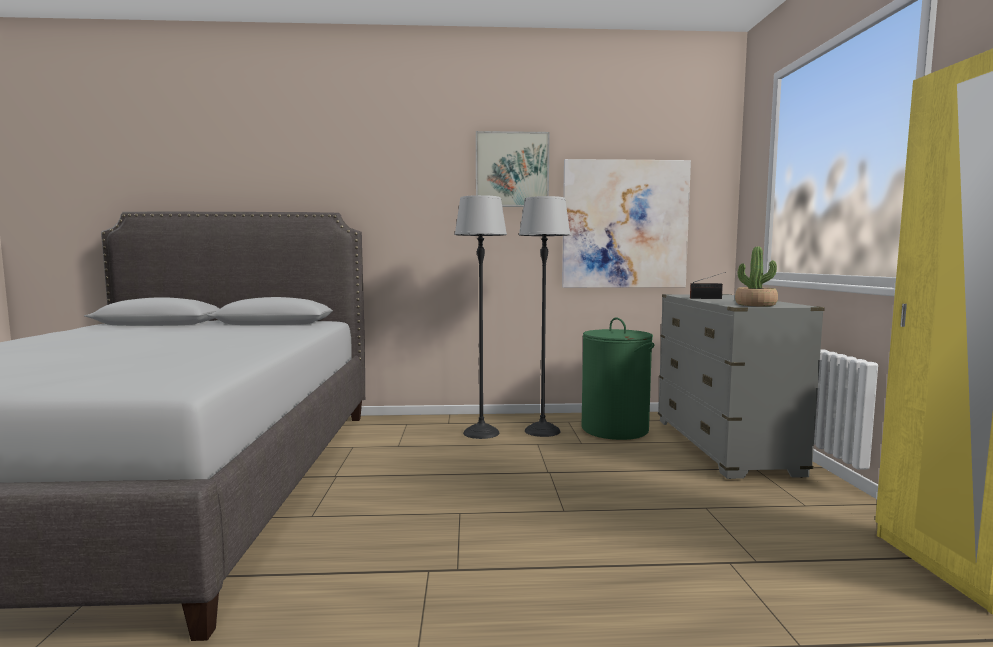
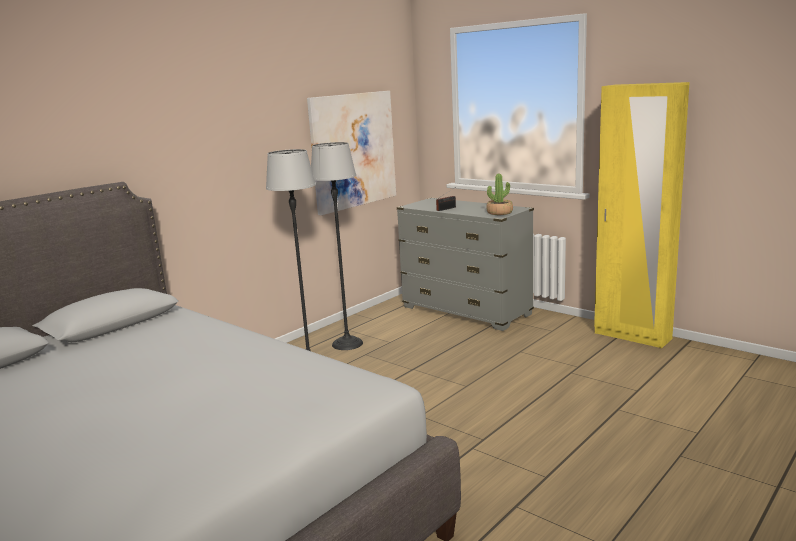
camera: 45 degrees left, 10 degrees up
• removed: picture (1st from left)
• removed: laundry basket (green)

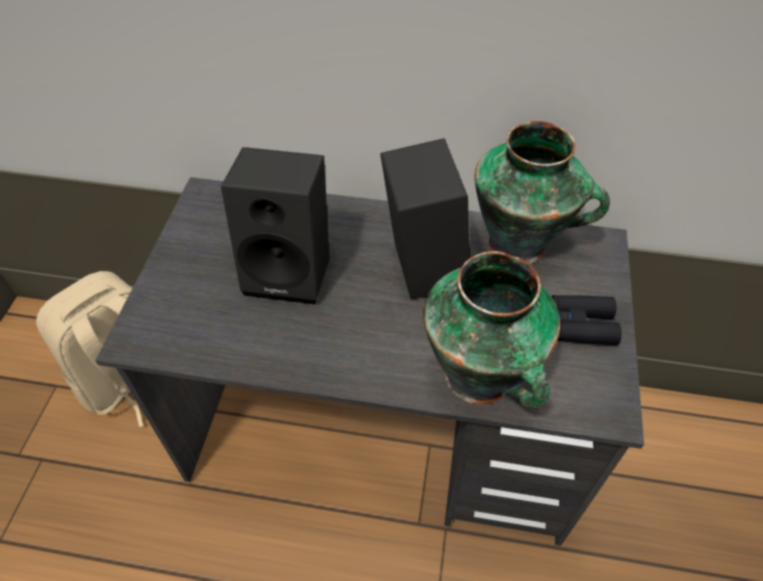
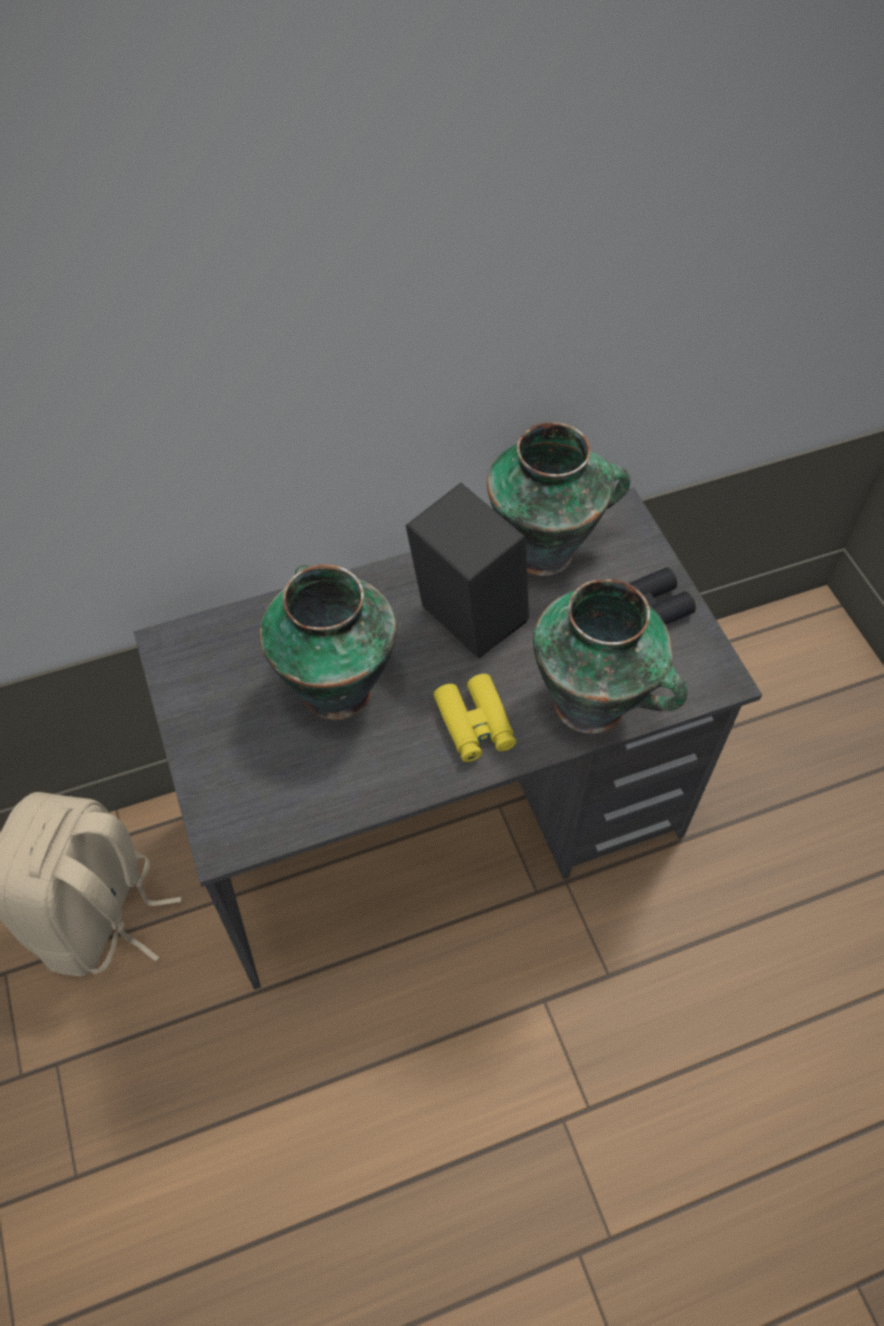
camera: 30 degrees left, 5 degrees up
• replaced: speaker (black) (1st from left) to vase (1st from left)
• added: binoculars (yellow)

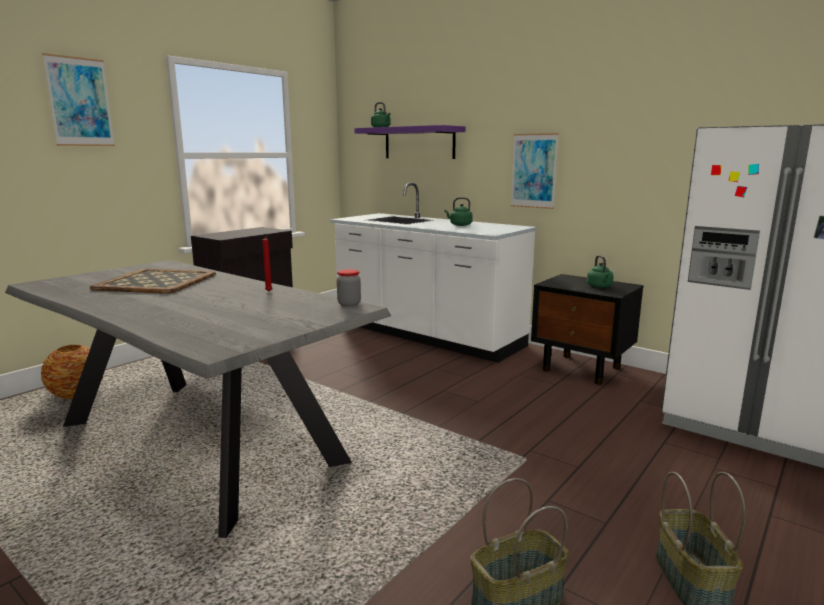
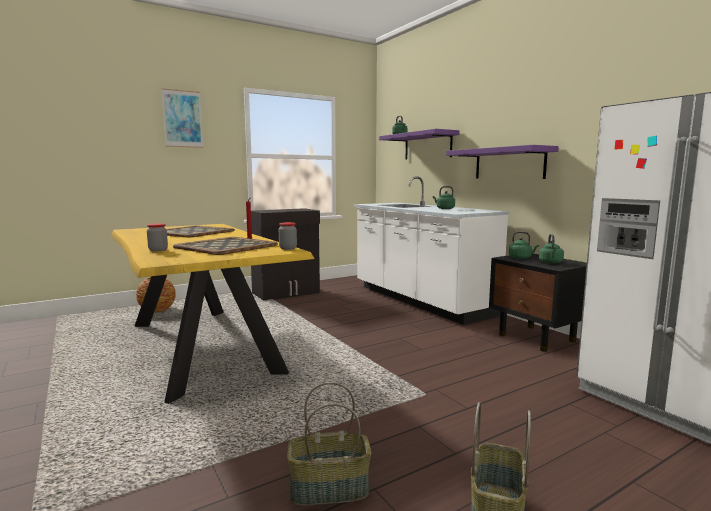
camera: 20 degrees right, 5 degrees down
• recoloured: dining table (grey) to dining table (yellow)
• replaced: picture (2nd from left) to shelf (purple) (2nd from left)
• added: jar (1st from left)
• added: tray (2nd from left)
• added: kettle (green) (3rd from left)

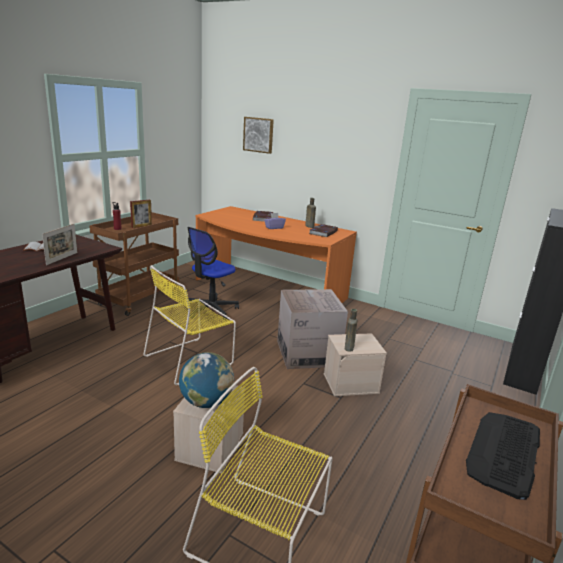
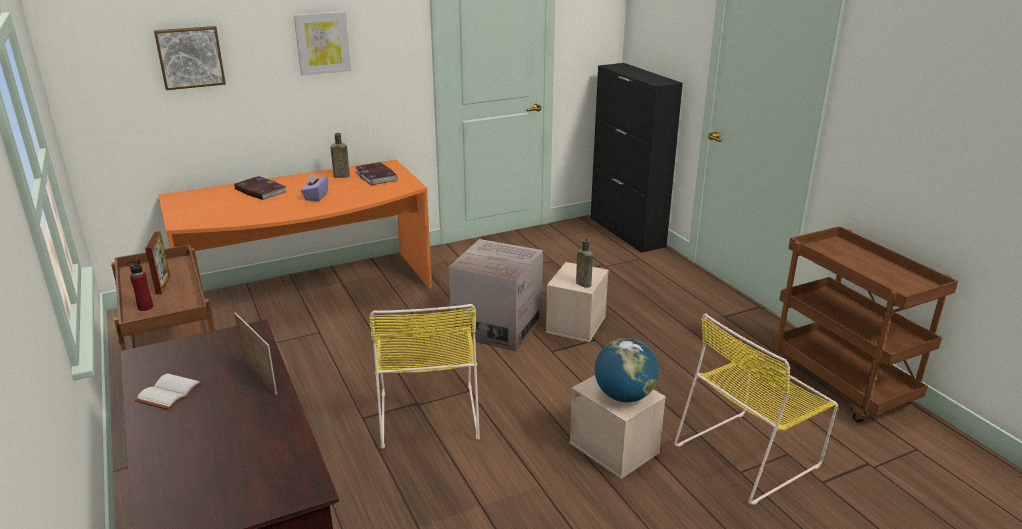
camera: 55 degrees left, 5 degrees up
• removed: office chair
• removed: keyboard
• added: picture (2nd from left)

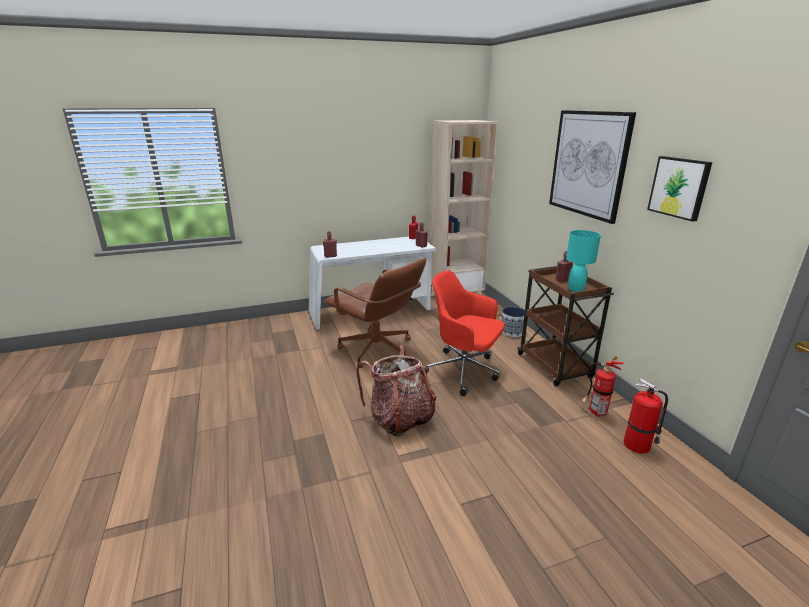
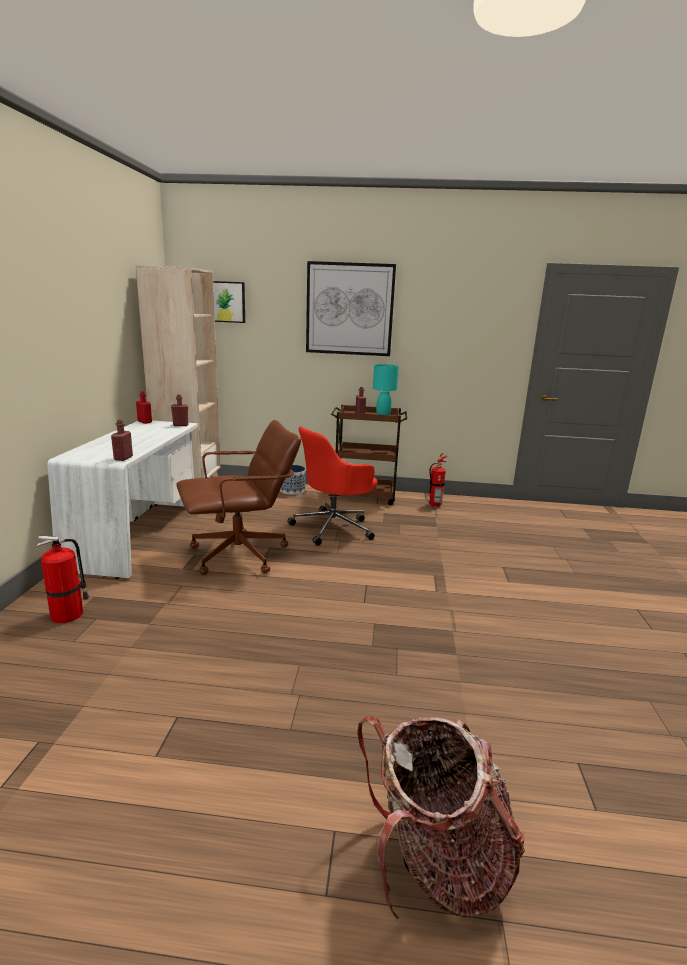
camera: 65 degrees left, 5 degrees down
• moved: backpack
• moved: fire extinguisher (2nd from left in the first image) to fire extinguisher (1st from left)
• moved: picture (2nd from left in the first image) to picture (1st from left)

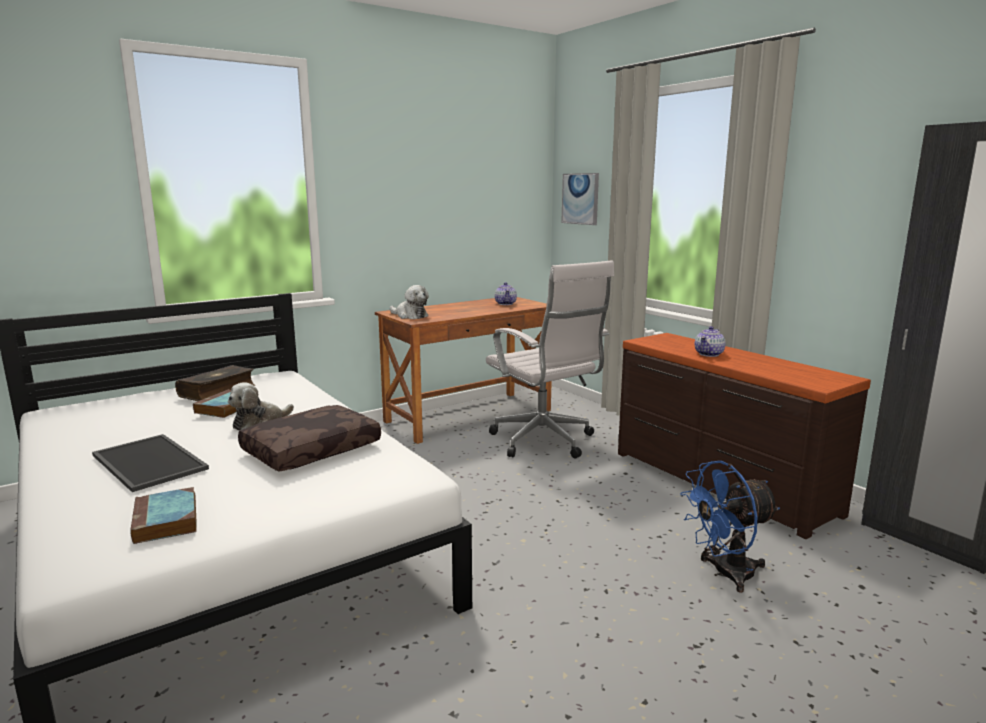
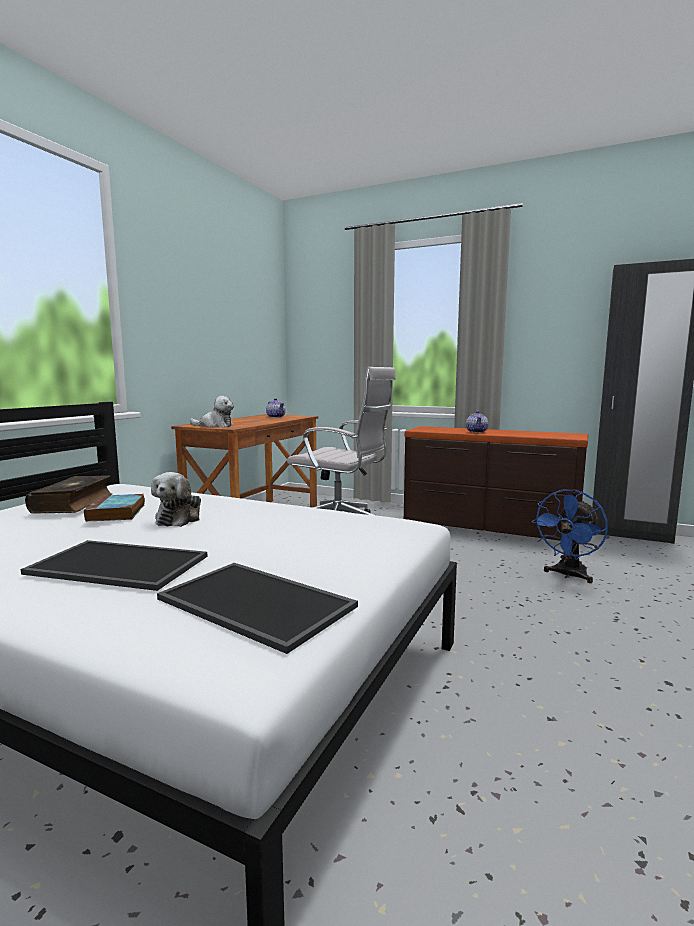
camera: 30 degrees left, 5 degrees down
• replaced: book (1st from left) to tray (2nd from left)
• removed: pillow (brown)
• removed: picture

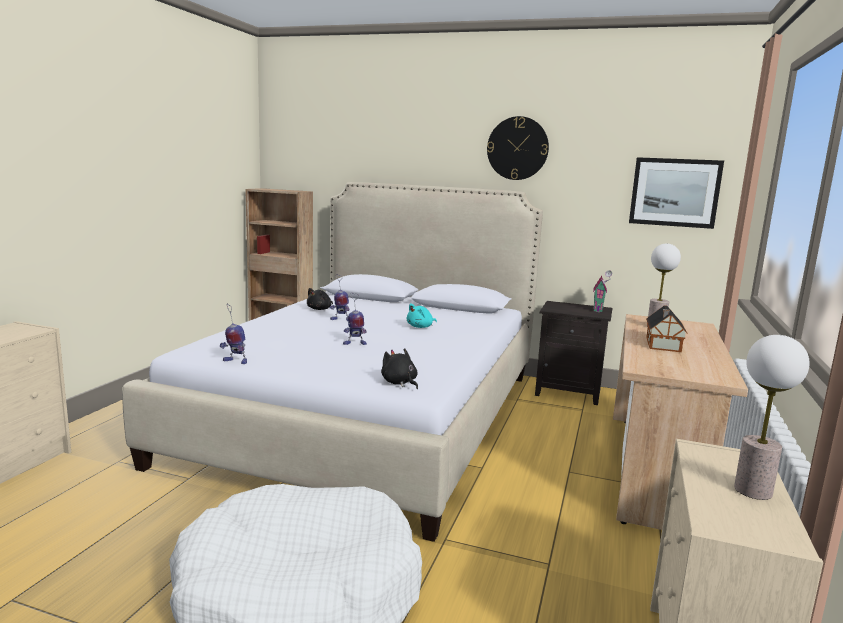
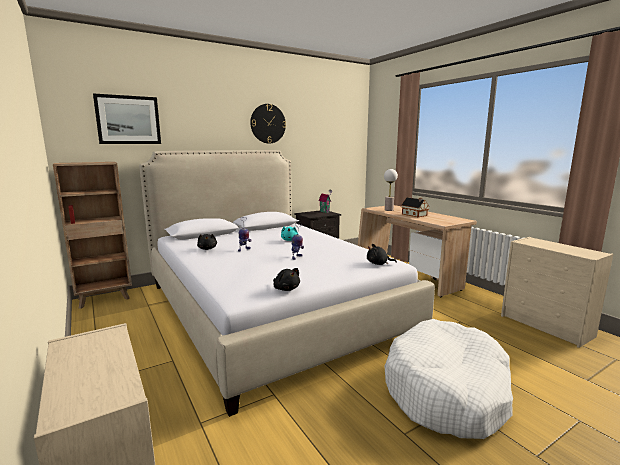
camera: 50 degrees left, 0 degrees up
• replaced: toy robot (1st from left) to plush toy (black) (2nd from left)
• moved: picture
• removed: table lamp (2nd from left)

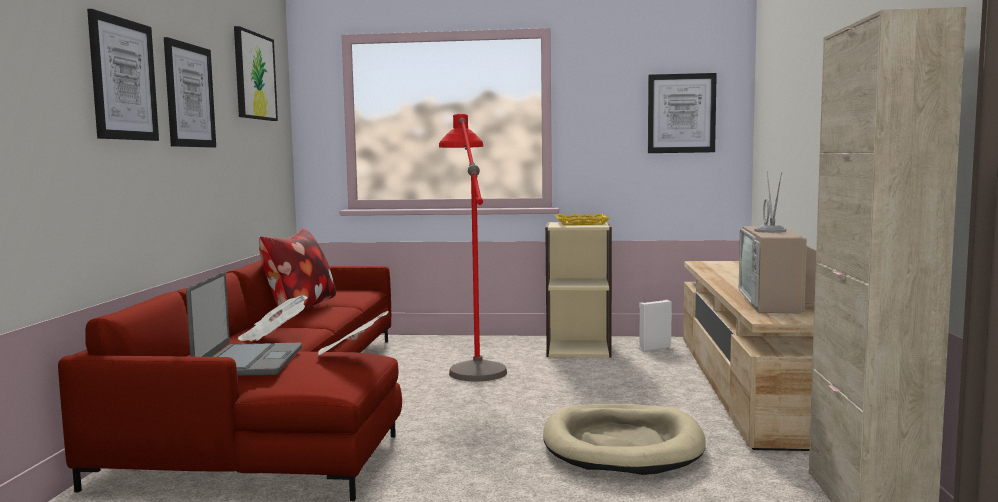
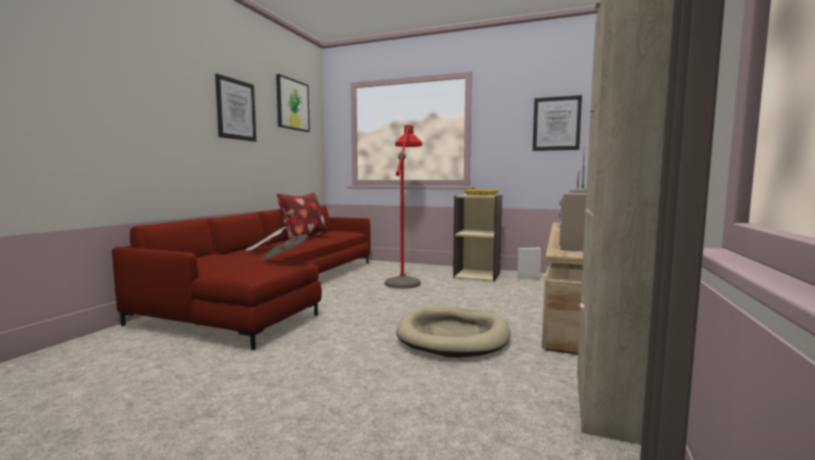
camera: 15 degrees right, 0 degrees up
• removed: picture (1st from left)
• removed: laptop

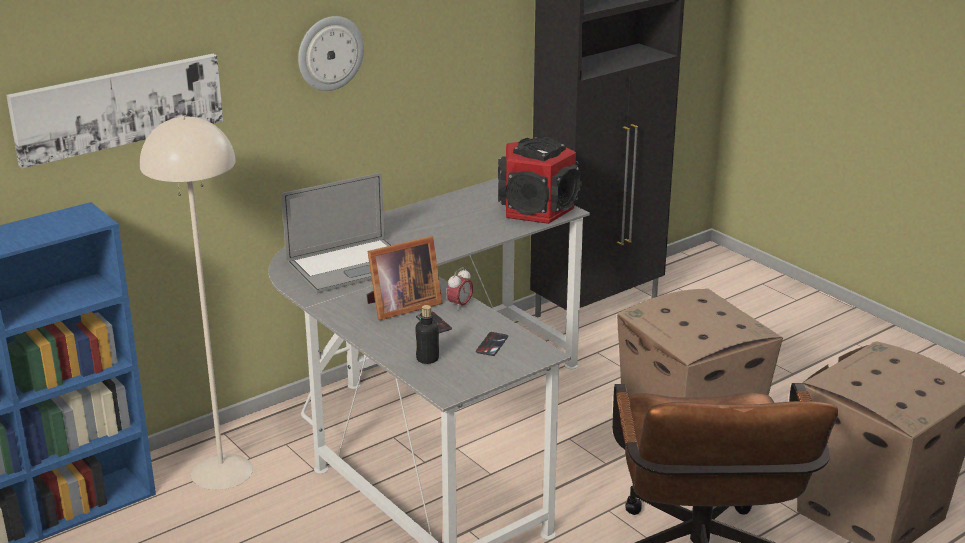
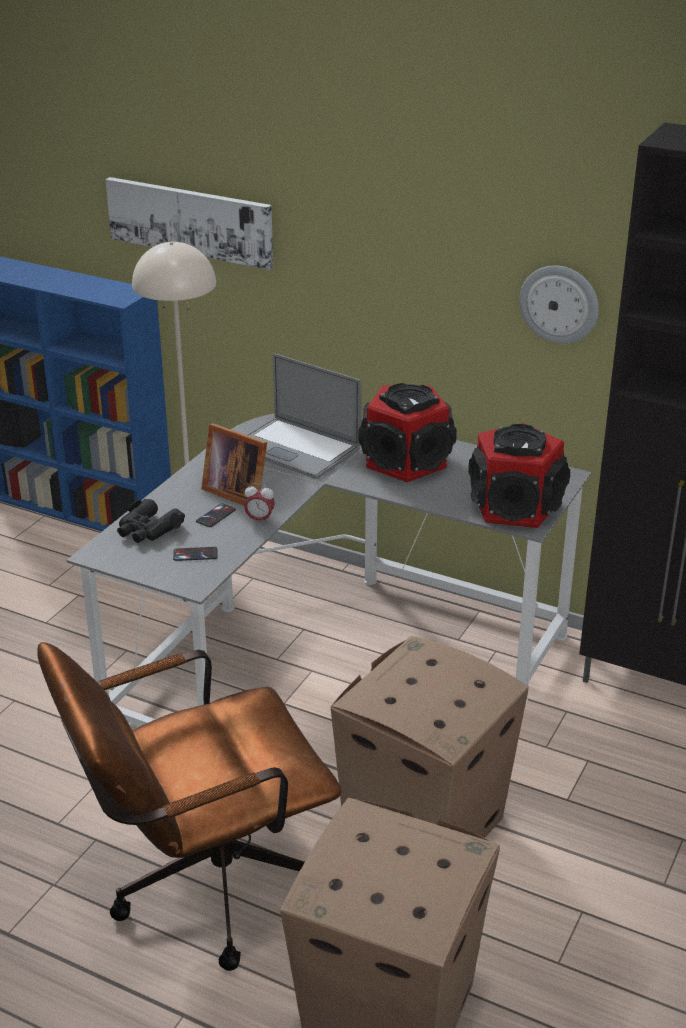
camera: 65 degrees right, 5 degrees up
• moved: wall clock
• replaced: bottle to binoculars (black)
• added: speaker (1st from left)

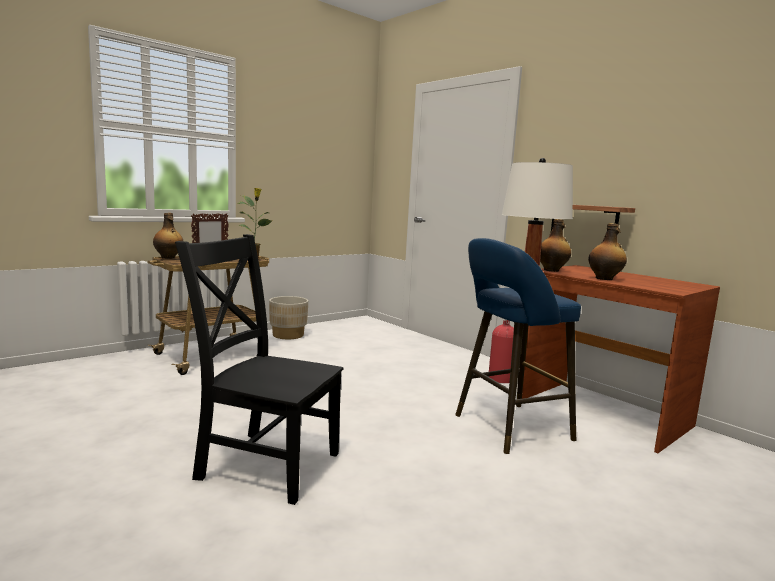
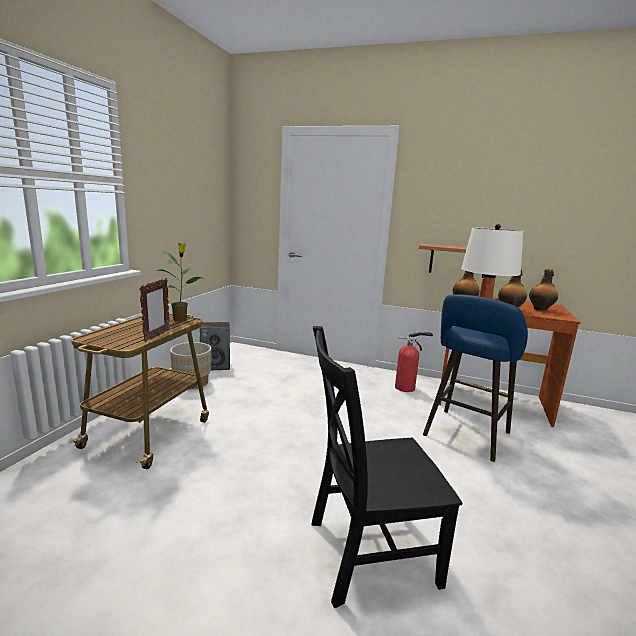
camera: 30 degrees left, 5 degrees up
• moved: bottle (1st from left in the first image) to bottle (3rd from left)
• added: speaker

